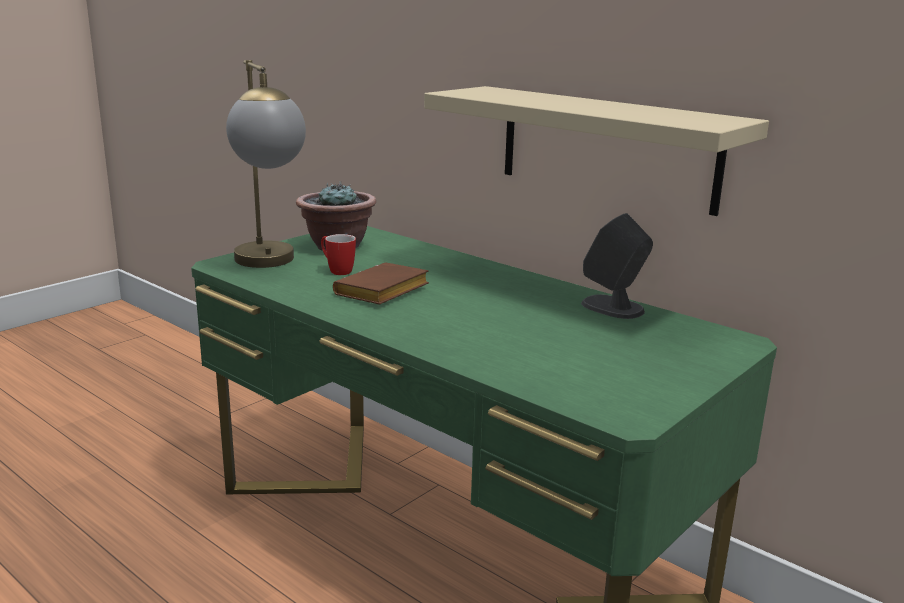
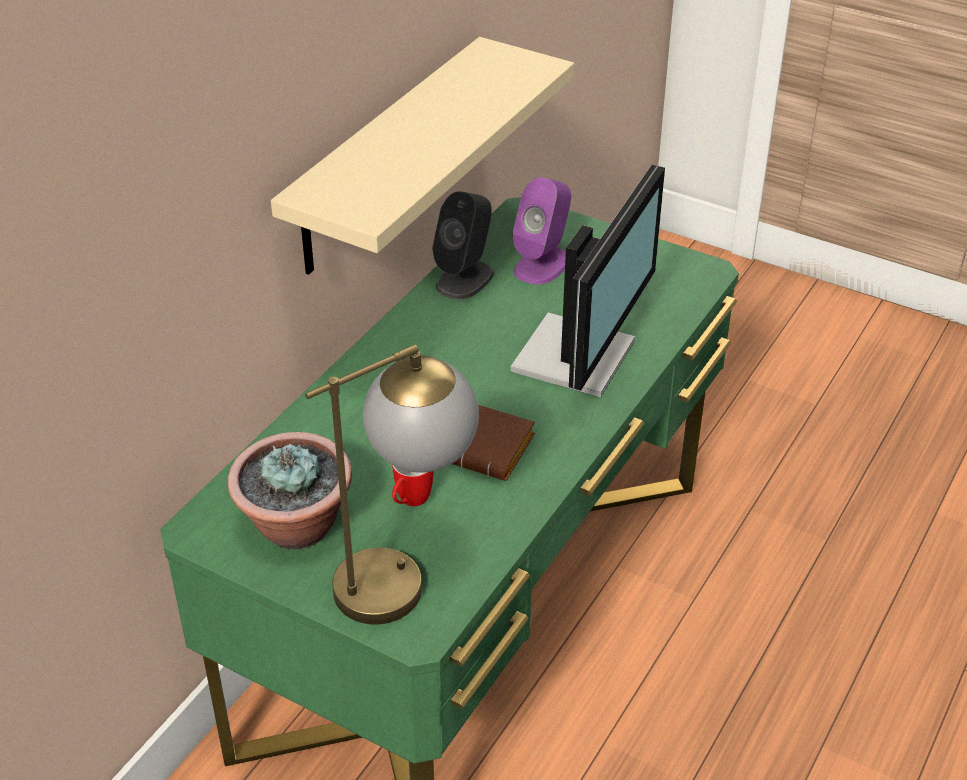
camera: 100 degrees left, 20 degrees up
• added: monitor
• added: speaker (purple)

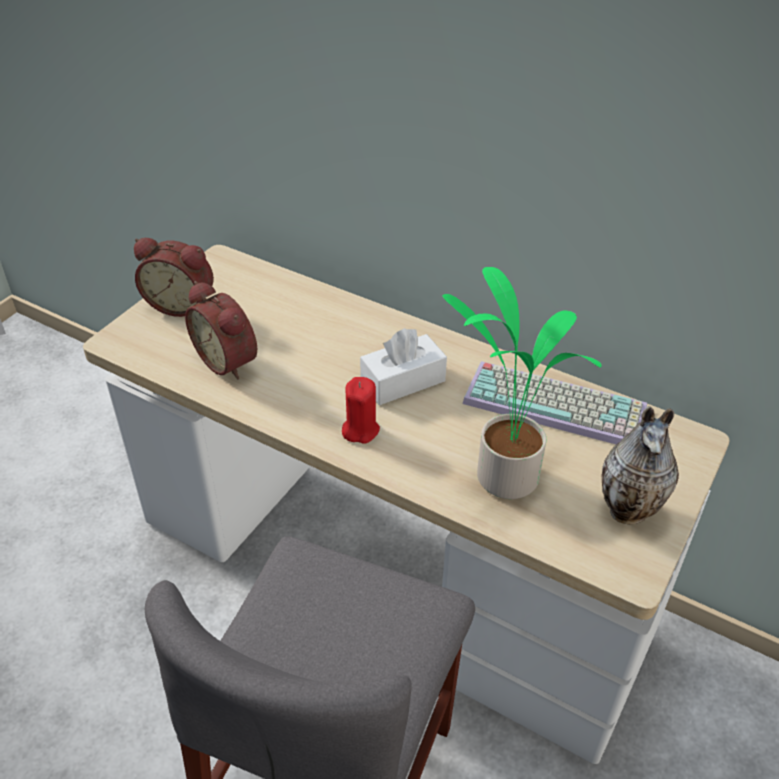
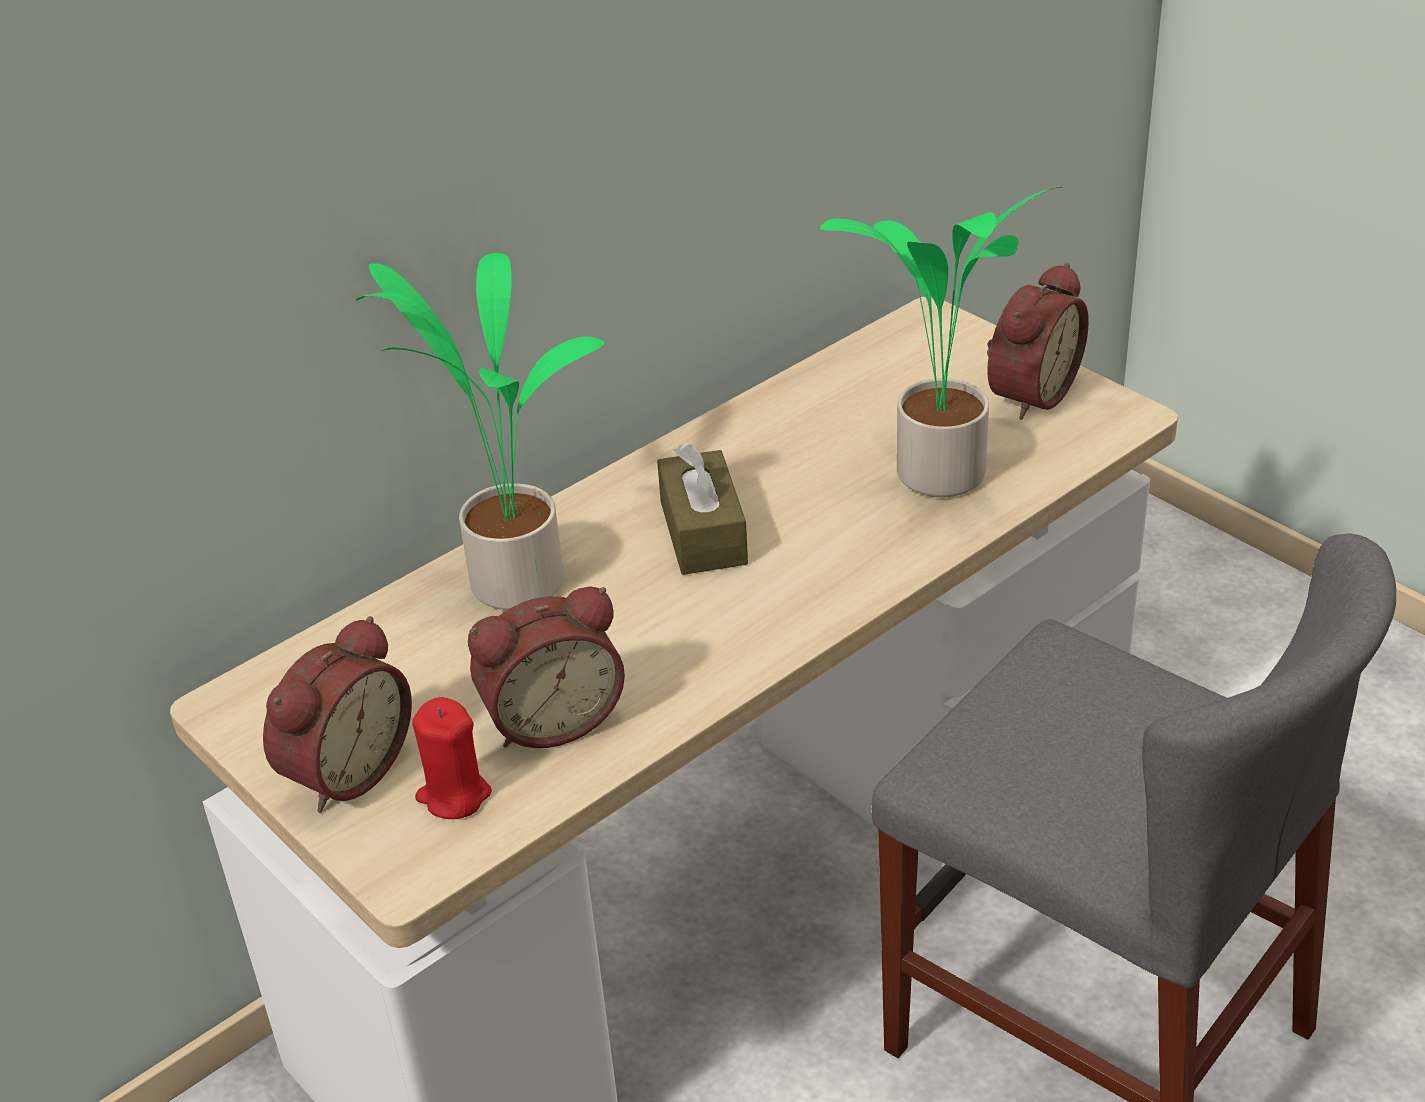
camera: 70 degrees left, 5 degrees down
• moved: candle (red)
• recoloured: tissue box (white) to tissue box (brown)
• removed: keyboard
• replaced: vase to alarm clock (3rd from left)
• added: potted plant (1st from left)

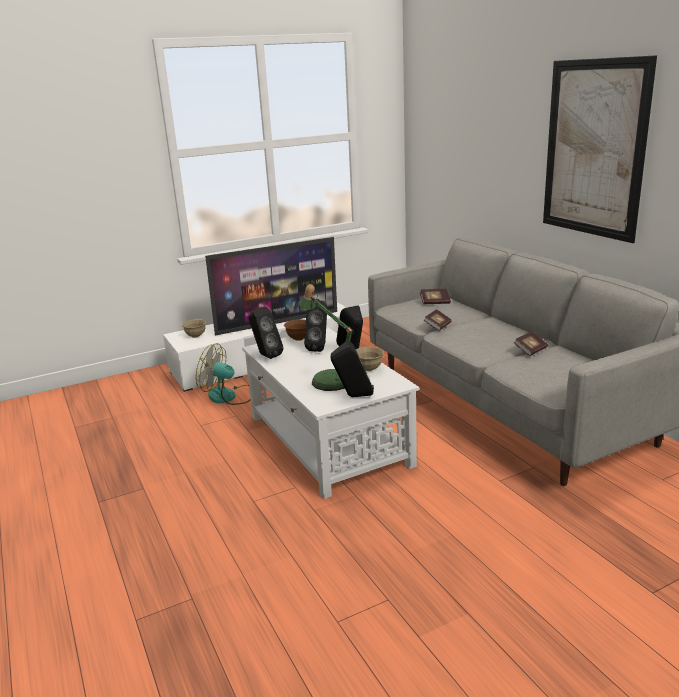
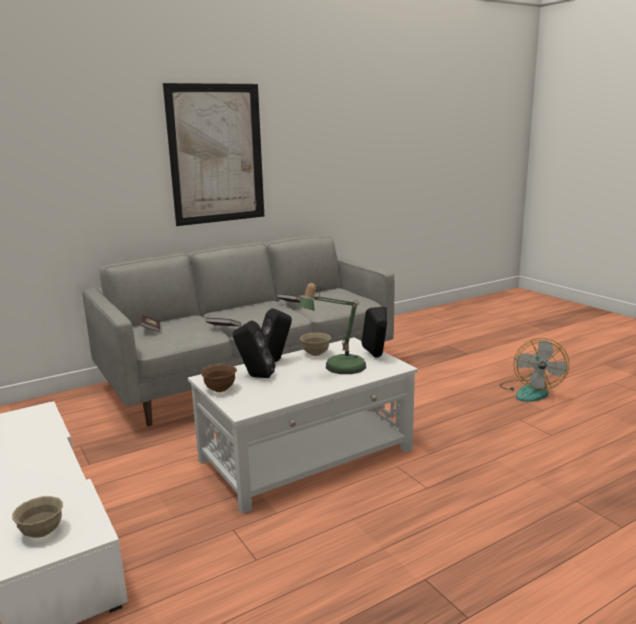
camera: 95 degrees left, 5 degrees down
• moved: fan
• removed: television
• removed: speaker (black) (1st from left)

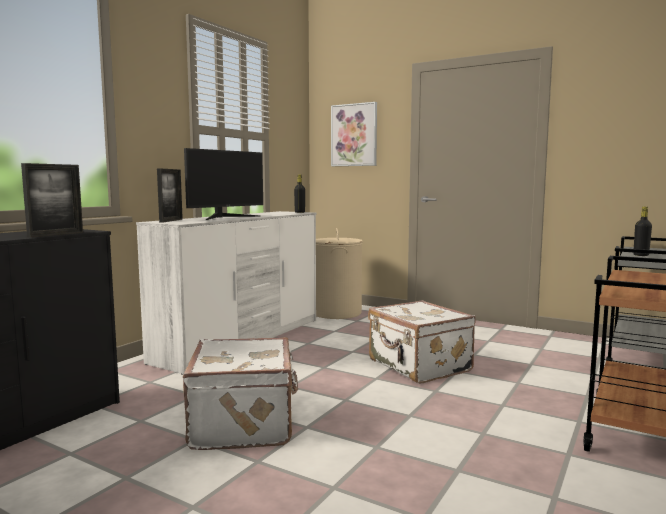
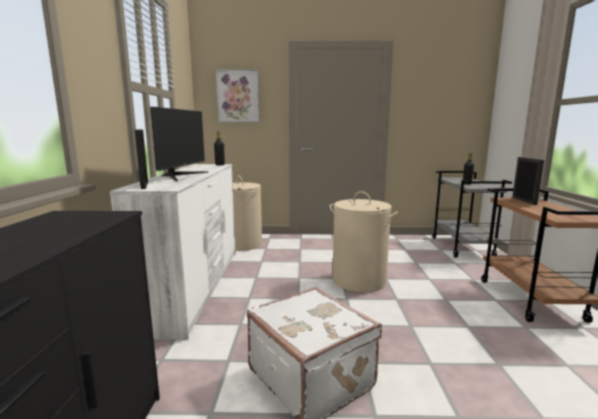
camera: 30 degrees left, 5 degrees up
• moved: picture frame (1st from left in the first image) to picture frame (2nd from left)
• replaced: suitcase (white) (2nd from left) to laundry basket (beige) (2nd from left)

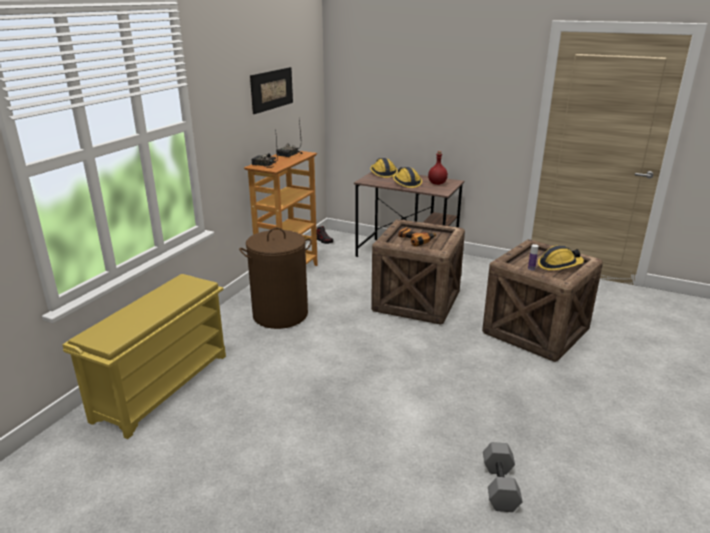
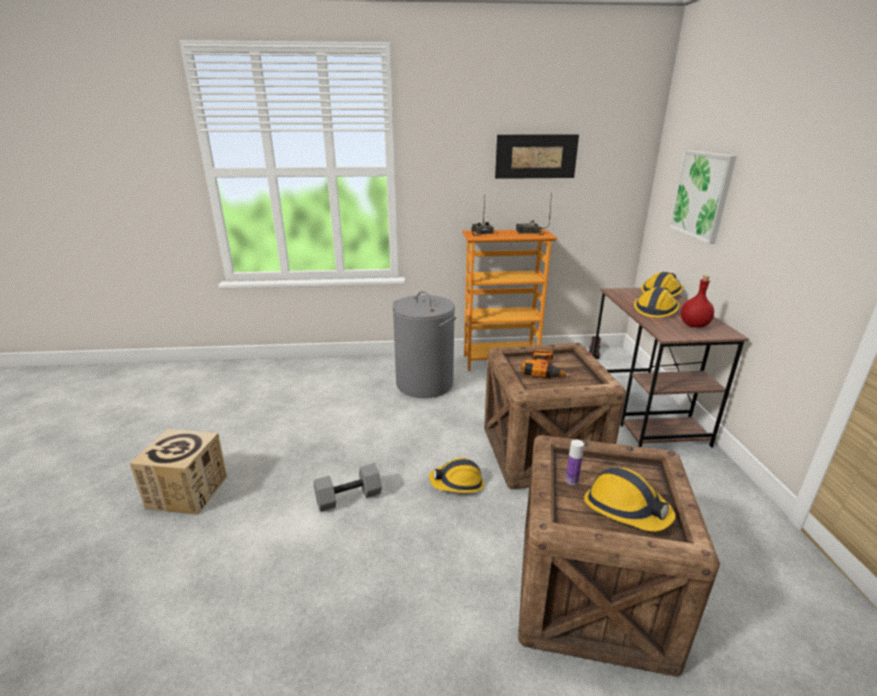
camera: 60 degrees right, 0 degrees up
• removed: shoe rack (yellow)
• recoloured: laundry basket (brown) to laundry basket (grey)
• moved: dumbbell (grey)
• added: cardboard box
• added: hard hat (1st from left)
• added: picture (2nd from left)

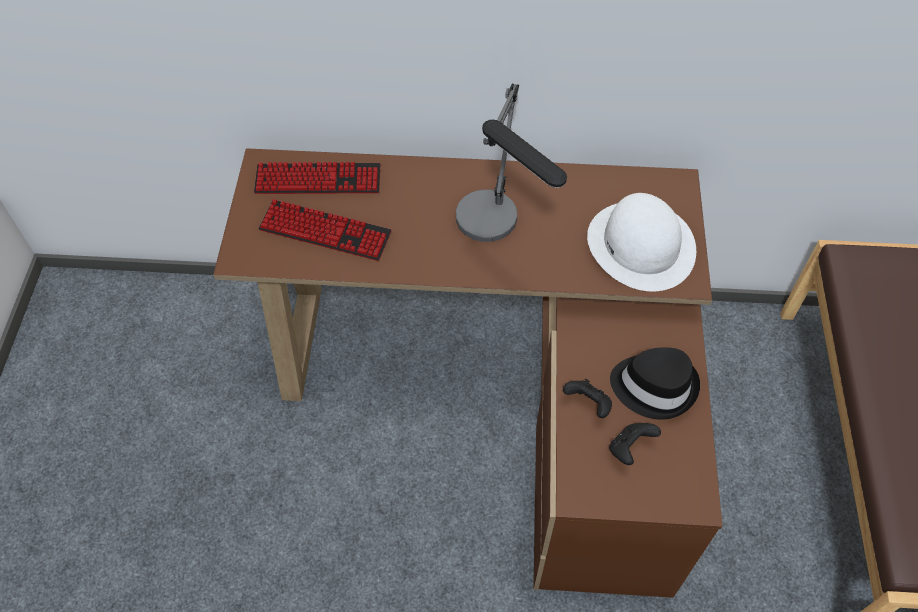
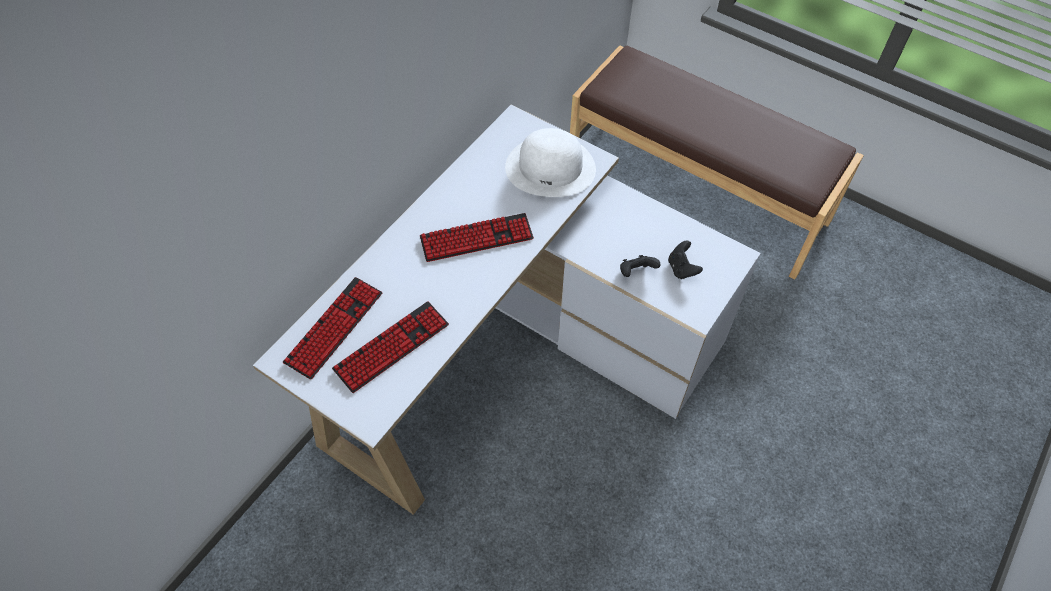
camera: 60 degrees left, 0 degrees up
• recoloured: desk (brown) to desk (white)
• replaced: table lamp to keyboard (3rd from left)
• removed: hat (black)

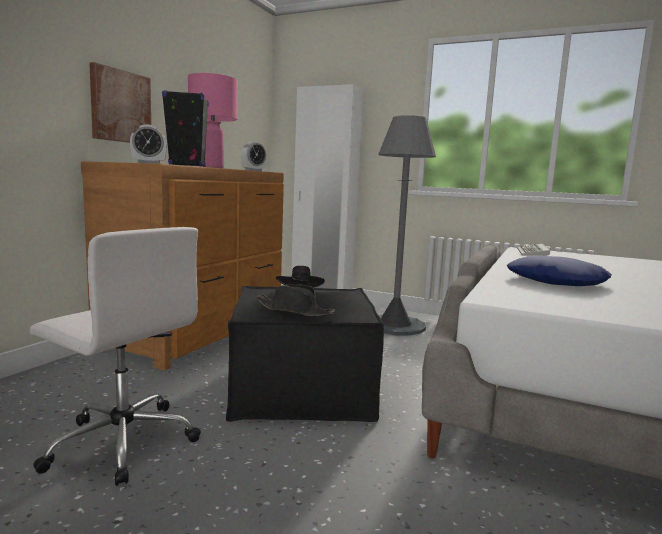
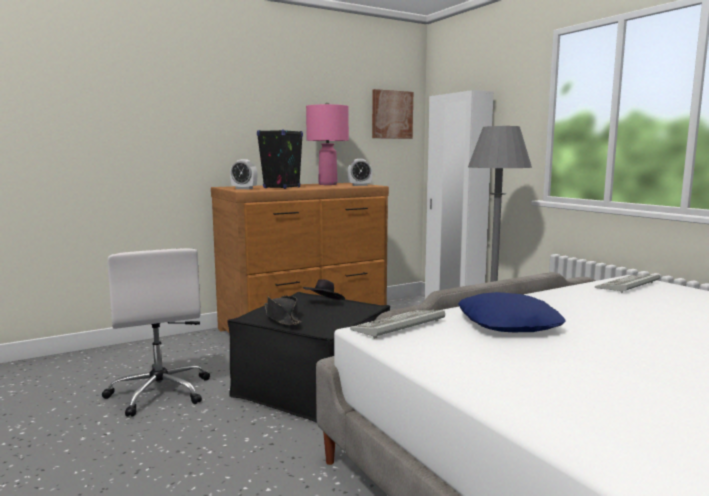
camera: 35 degrees right, 0 degrees up
• moved: picture
• added: keyboard (1st from left)

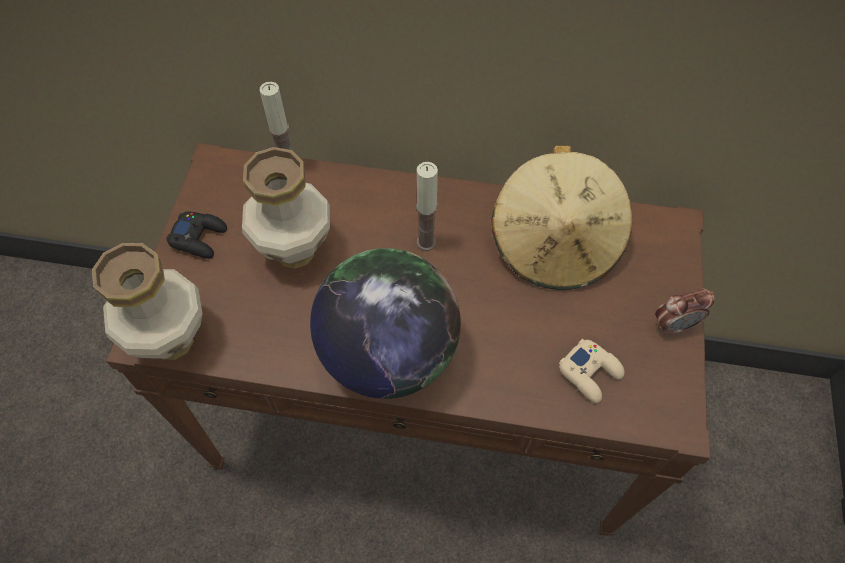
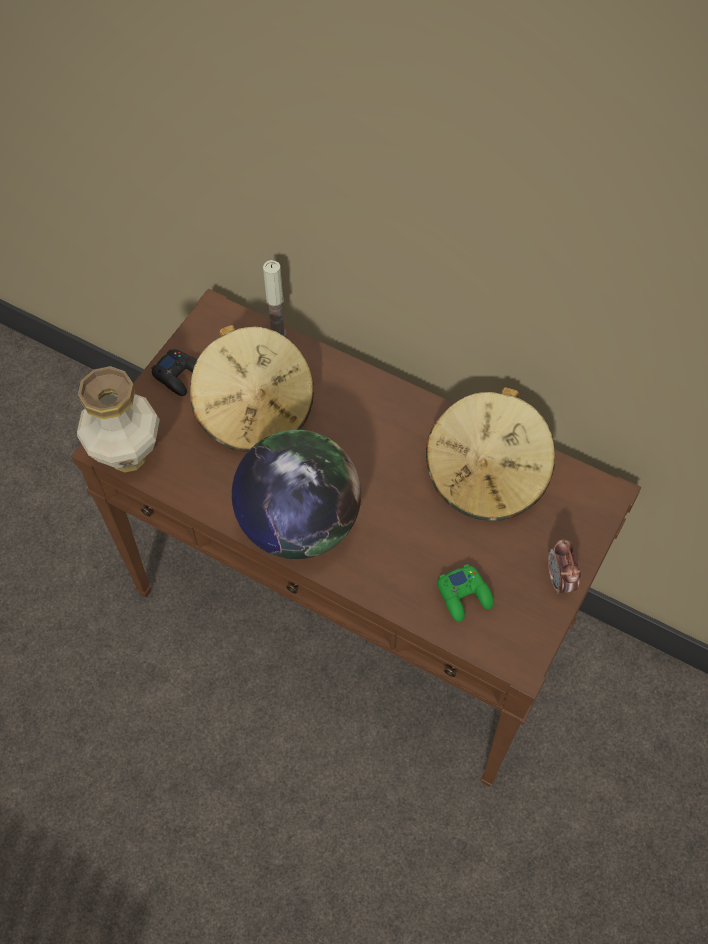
camera: 20 degrees right, 0 degrees up
• replaced: vase (2nd from left) to hat (beige) (1st from left)
• removed: candle (2nd from left)
• recoloured: game controller (beige) to game controller (green)
• turned: alarm clock 75 degrees clockwise

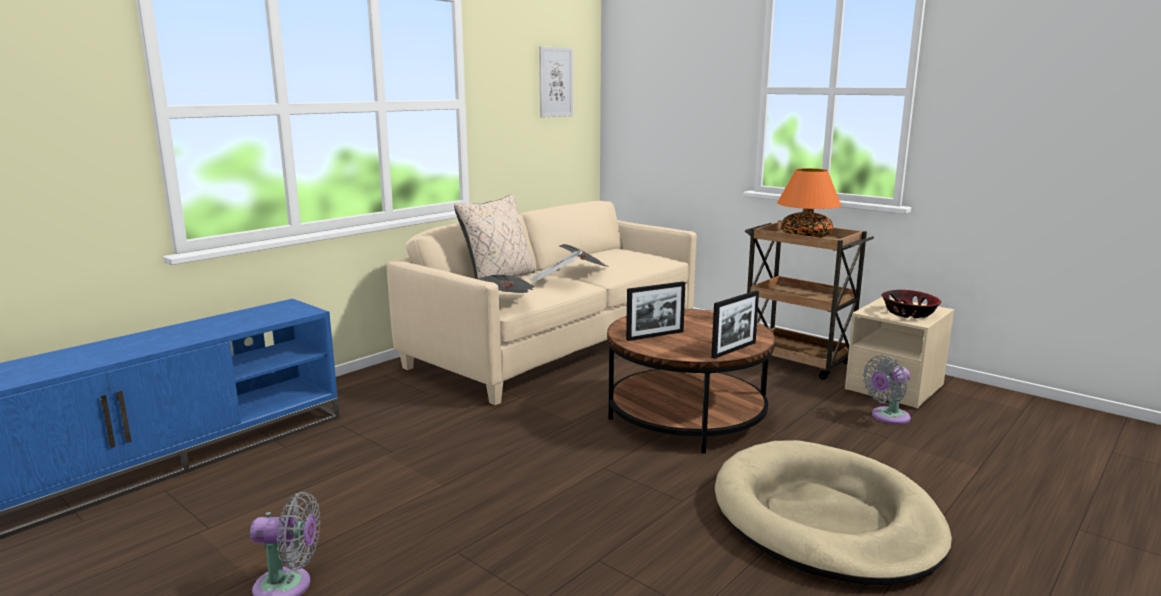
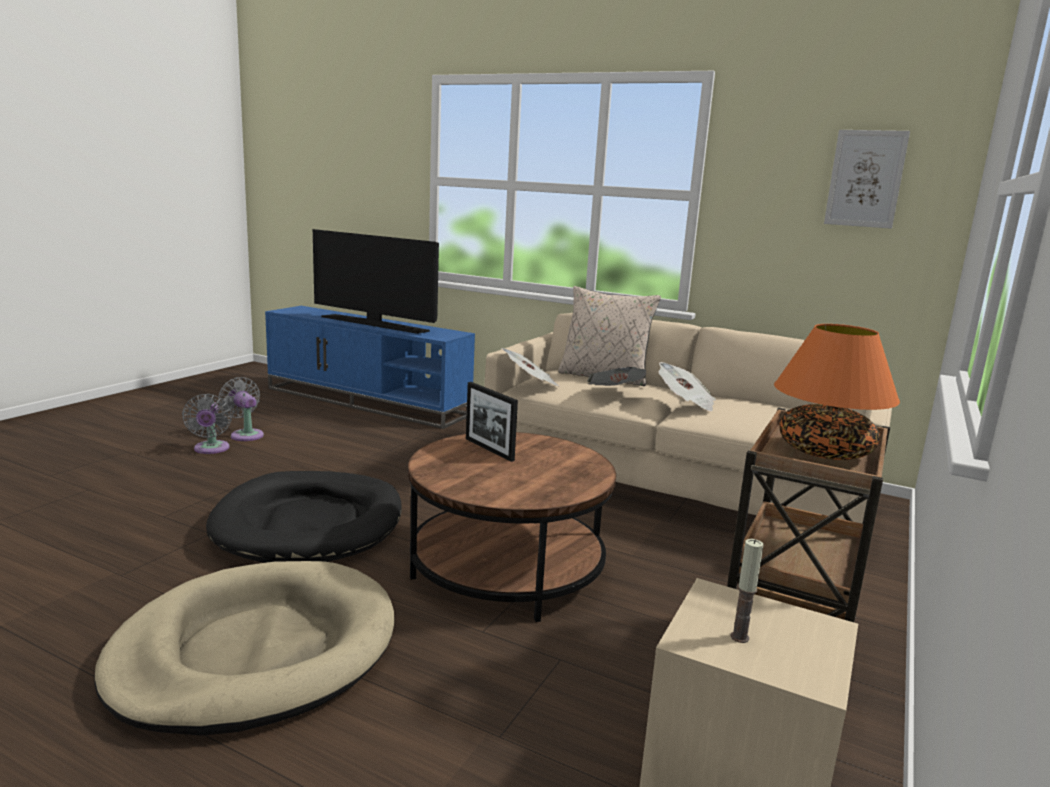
camera: 75 degrees right, 0 degrees up
• removed: picture frame (2nd from left)
• moved: fan (grey) (2nd from left)
• replaced: bowl to candle
• added: dog bed (black)
• added: television

